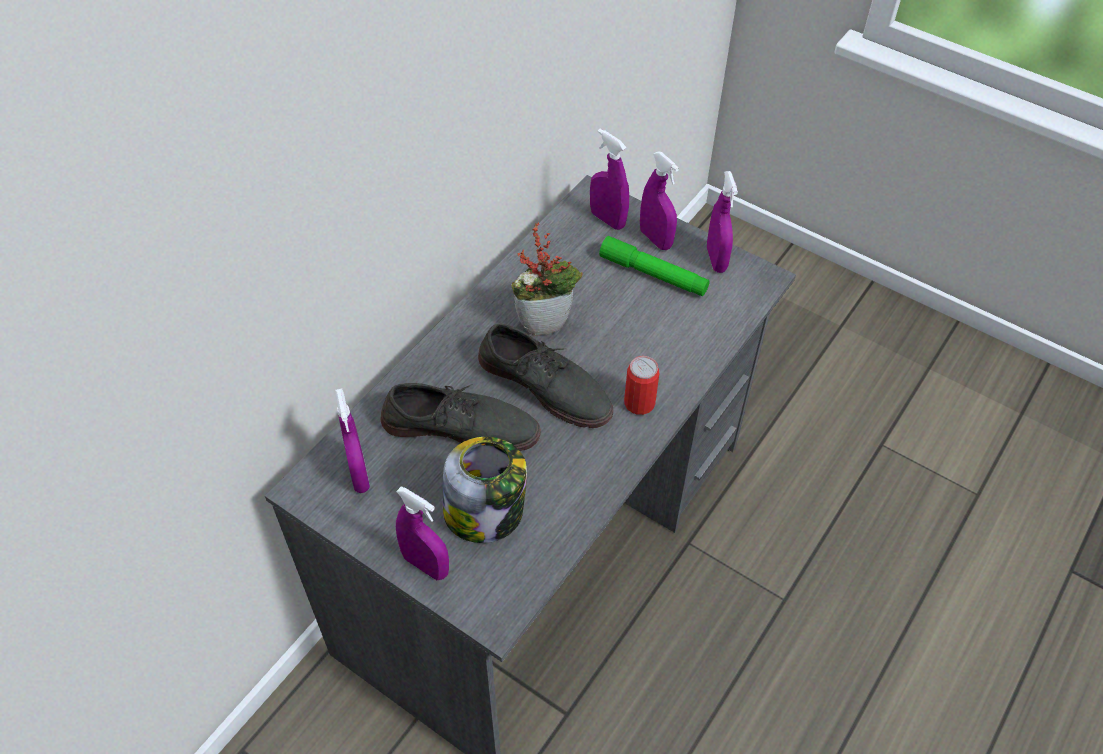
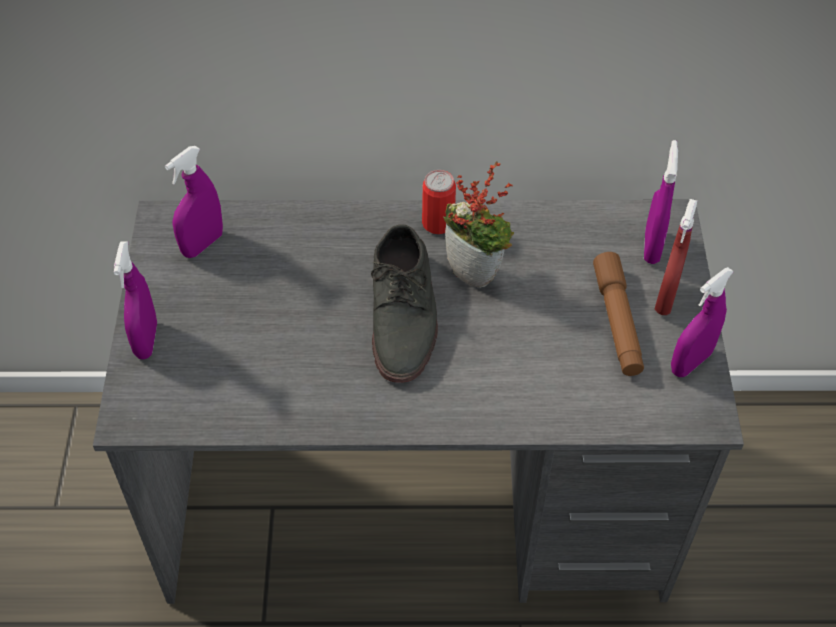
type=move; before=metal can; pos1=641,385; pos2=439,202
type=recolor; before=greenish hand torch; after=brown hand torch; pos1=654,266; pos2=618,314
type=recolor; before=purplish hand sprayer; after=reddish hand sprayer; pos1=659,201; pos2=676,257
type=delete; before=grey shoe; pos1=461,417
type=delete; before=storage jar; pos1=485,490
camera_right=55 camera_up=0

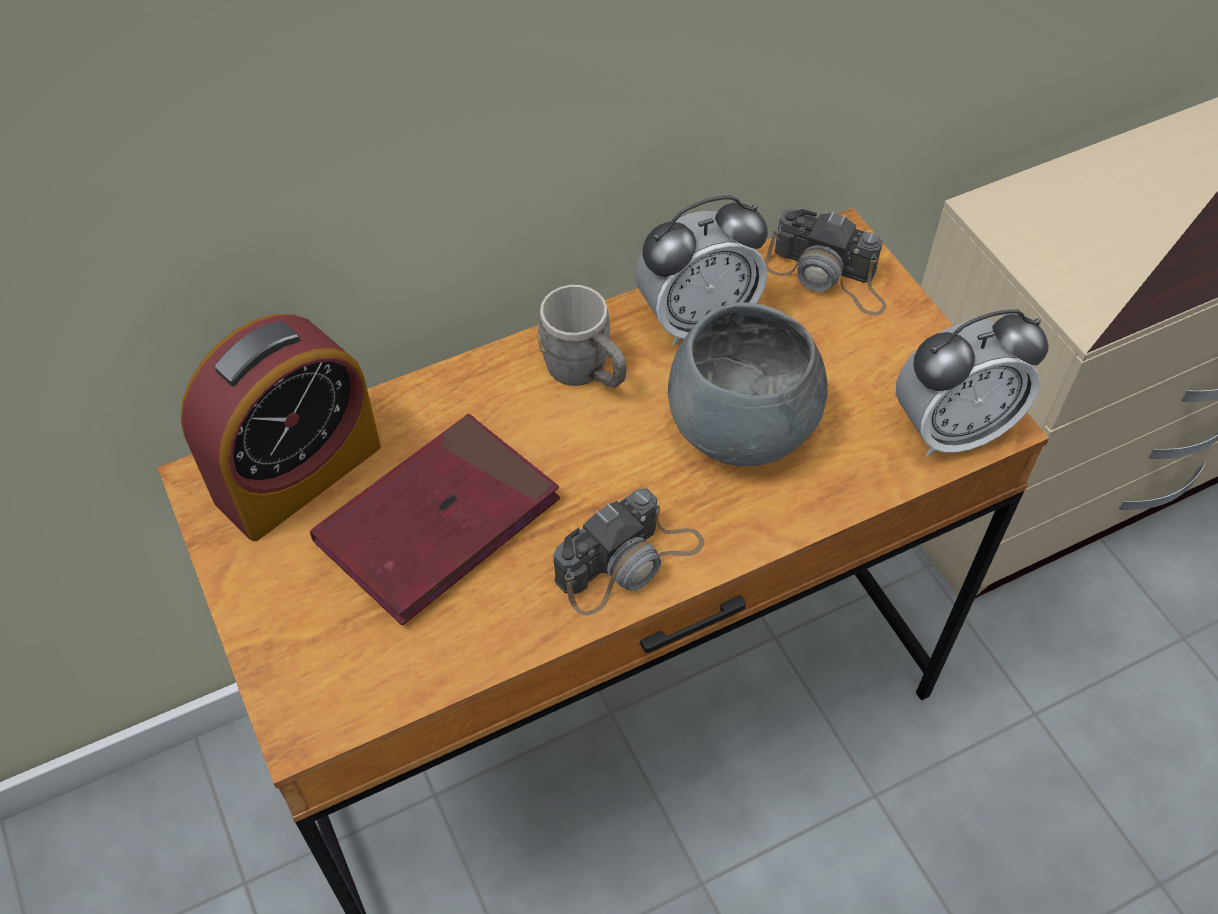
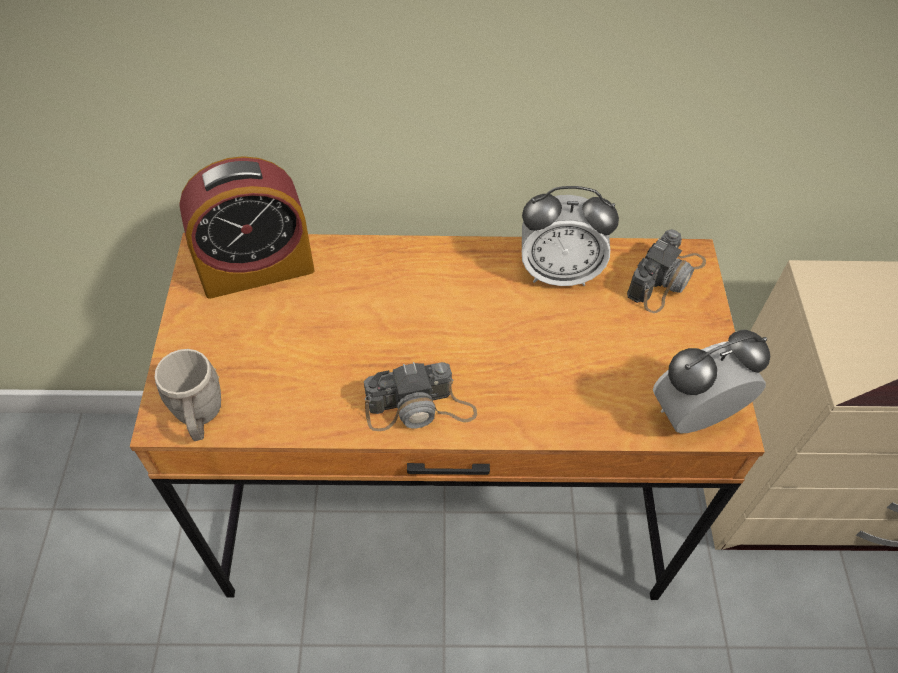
type=move; before=grey tea mug; pos1=581,336; pos2=188,395
type=rotate; before=still camera; pos1=826,262; pos2=666,271; turn=-105
type=rotate; before=bedside clock; pos1=972,382; pos2=711,381; turn=150
type=delete; before=reddish volume; pos1=435,519
type=delete; before=grey bowl; pos1=748,384
camera_right=25 camera_up=0

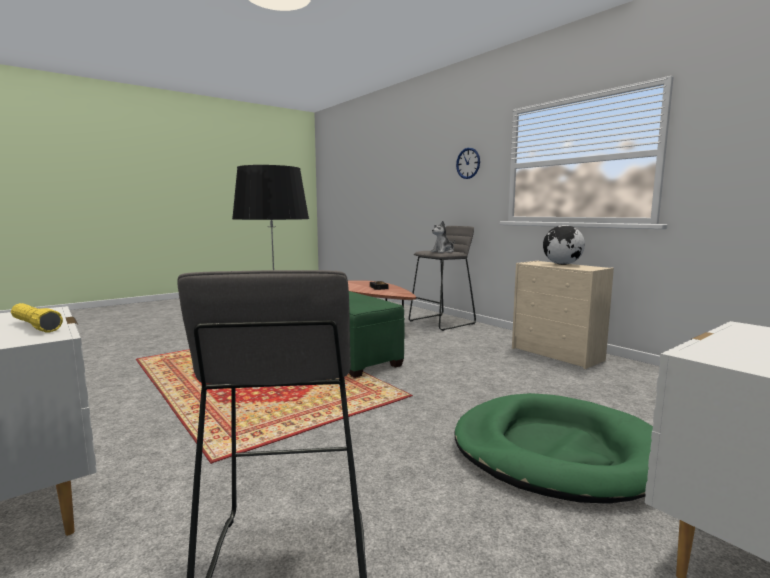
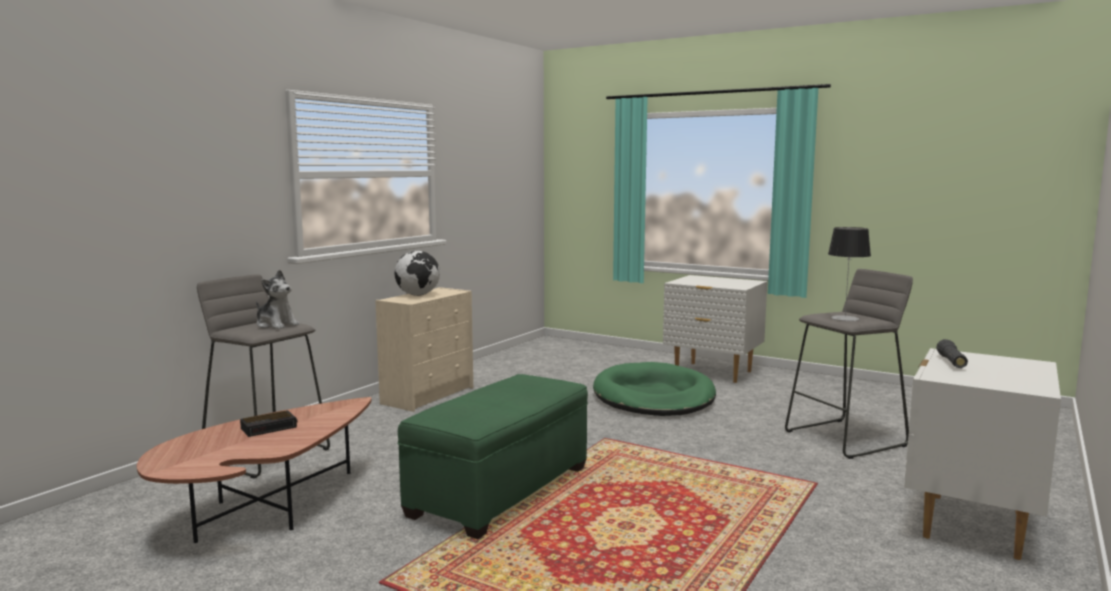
type=recolor; before=yellowish hand torch; after=black-coloured hand torch; pos1=37,318; pos2=952,353
type=delete; before=wall clock; pos1=468,163
camera_right=-110 camera_up=0

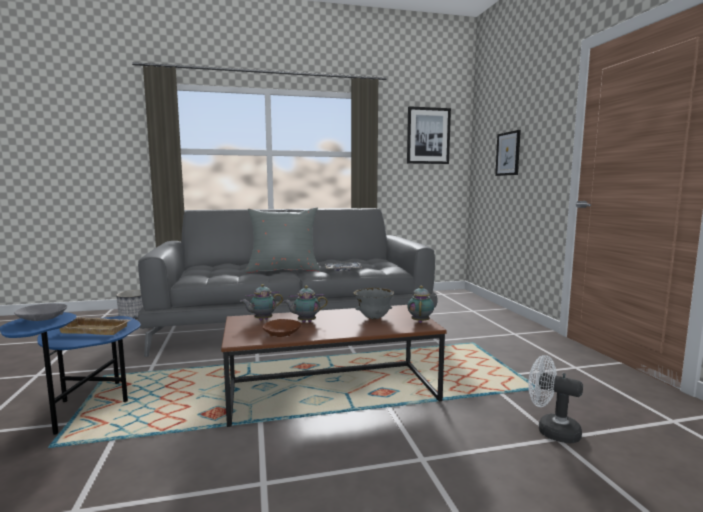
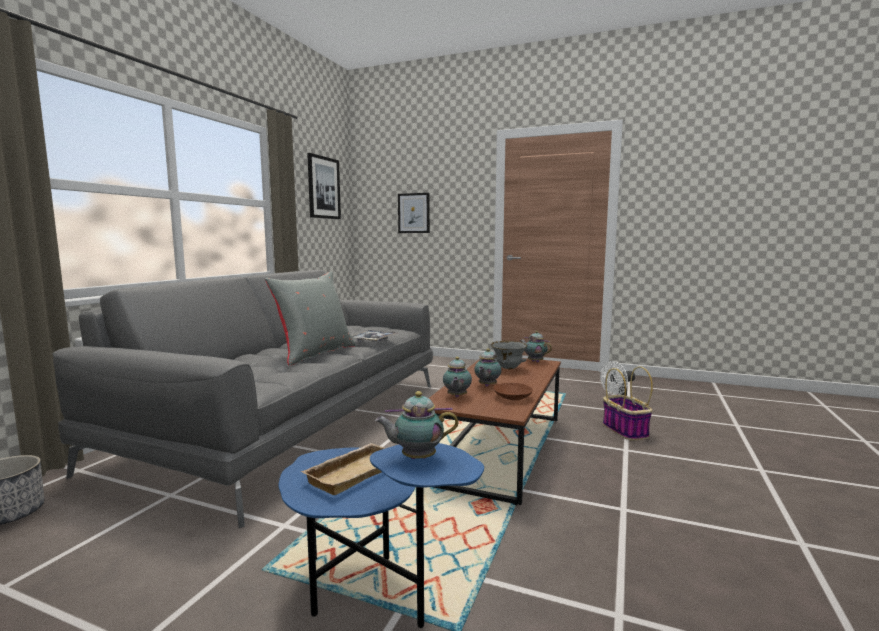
type=replace; before=grey bowl; after=tea pot; pos1=40,312; pos2=416,425
type=insert; after=storage basket; pos2=628,403
camera_right=-55 camera_up=0

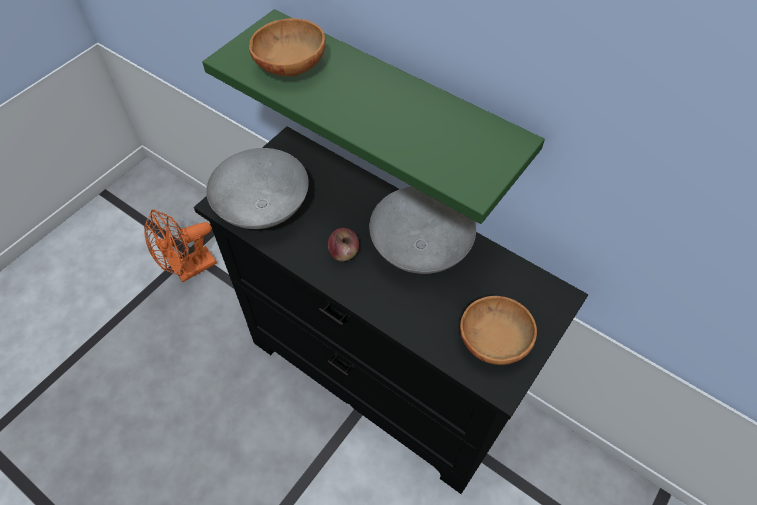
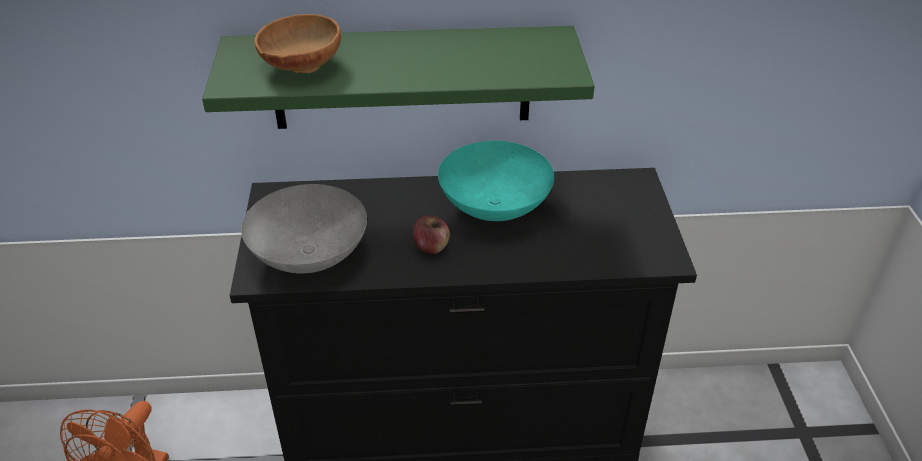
type=recolor; before=grey bowl; after=turquoise-coloured bowl; pos1=422,230; pos2=496,181
type=delete; before=brown bowl; pos1=498,330
camera_right=-40 camera_up=-15

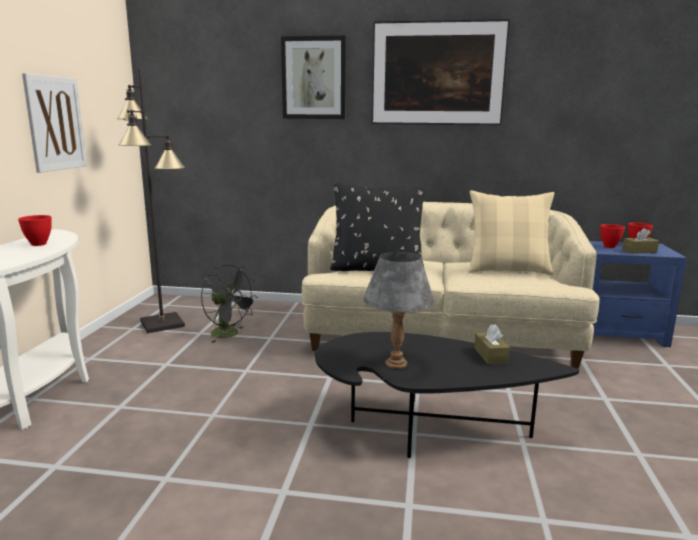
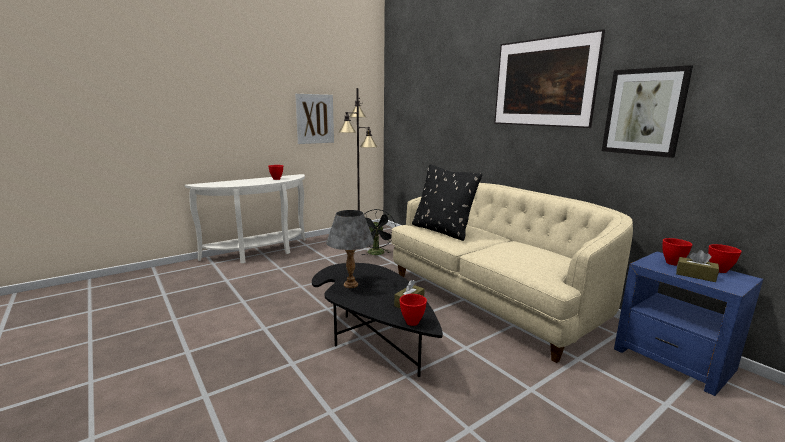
type=insert; after=reddish bowl; pos2=413,310
type=move; before=wall art; pos1=313,77; pos2=647,111
type=delete; before=beige throw pillow; pos1=511,233
camera_right=45 camera_up=0

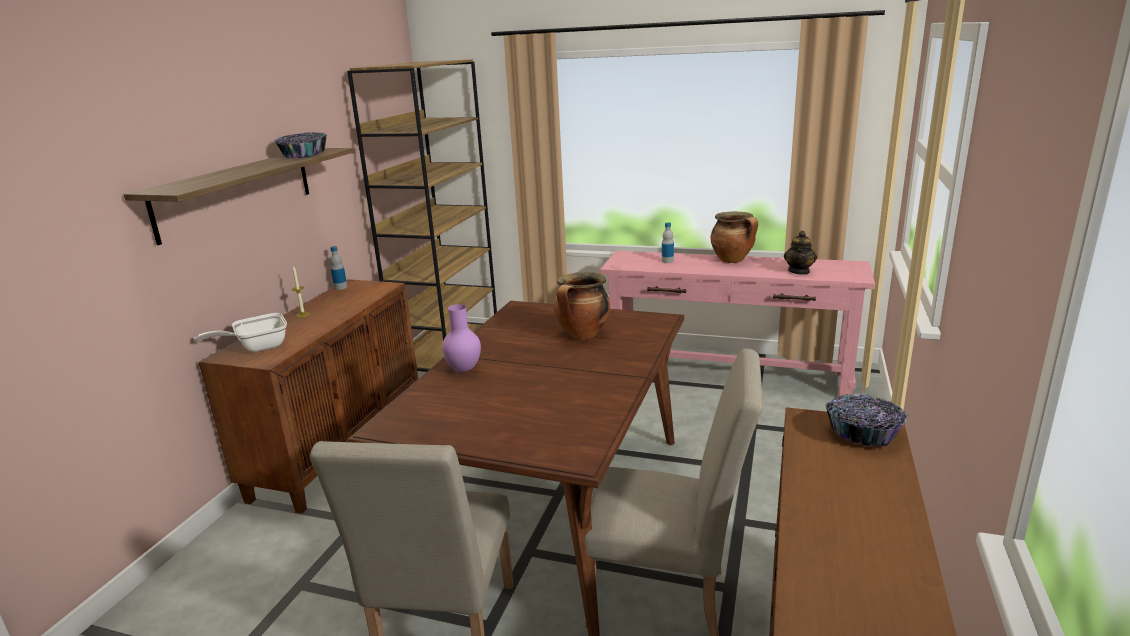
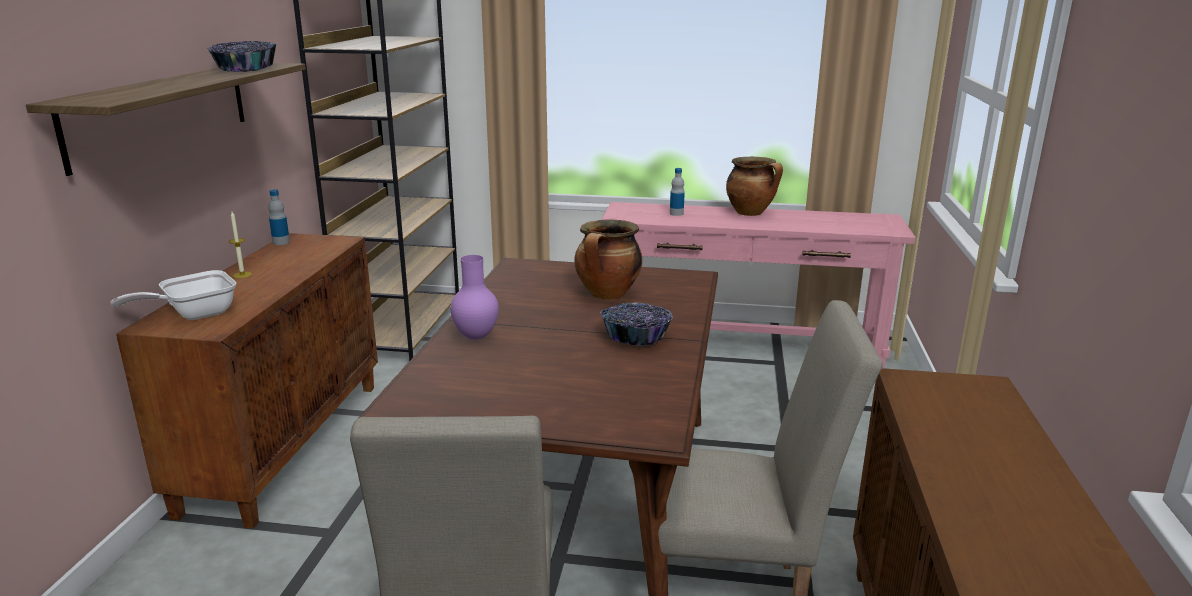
type=move; before=bowl; pos1=866,420; pos2=636,324
type=delete; before=tea pot; pos1=800,253
camera_right=-10 camera_up=0

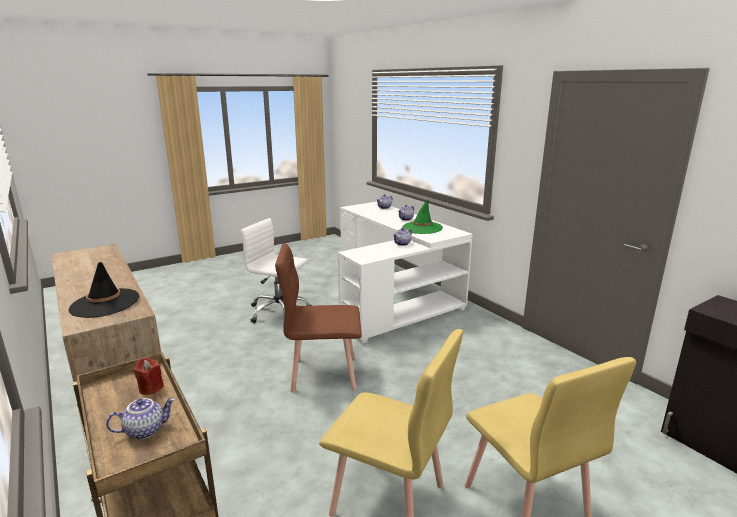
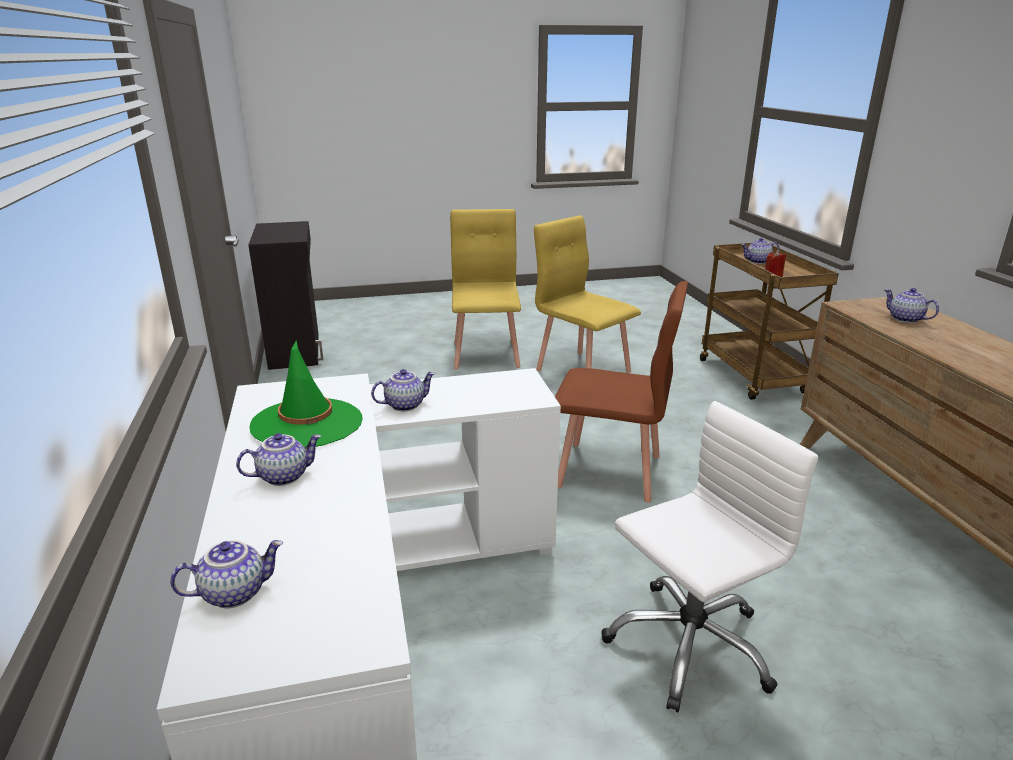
type=rotate; before=white-coloured computer chair; pos1=276,270; pos2=709,556; turn=-75
type=replace; before=black-coloured clothing hat; after=tea pot; pos1=104,290; pos2=911,305
camera_right=-160 camera_up=5

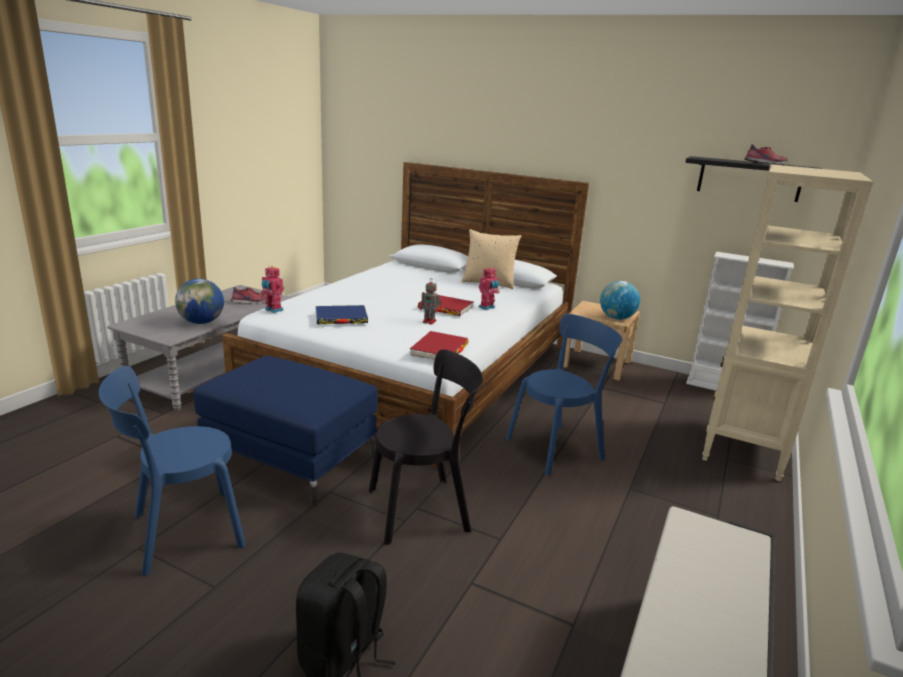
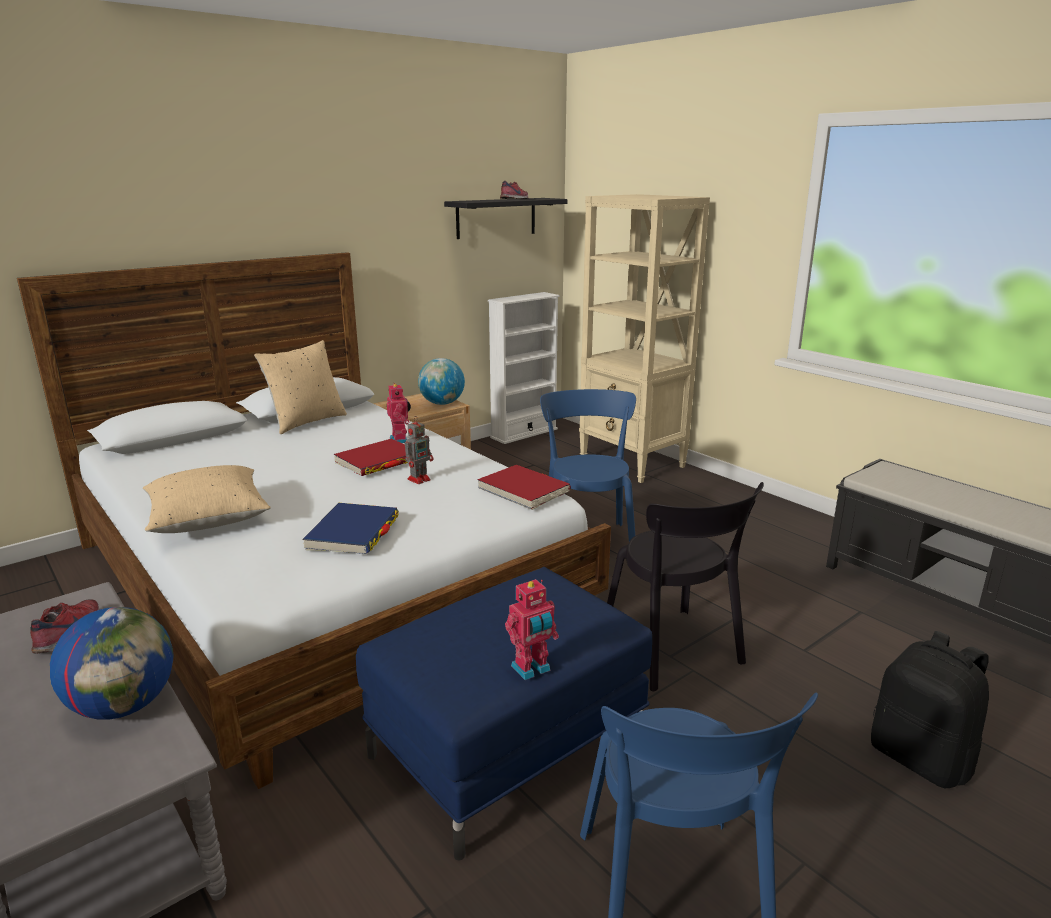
type=insert; after=beige throw pillow; pos2=207,499
type=move; before=robot figure; pos1=272,289; pos2=532,629
type=rotate; before=black-coloured upright chair; pos1=426,447; pos2=685,586; turn=150
camera_right=-65 camera_up=0

